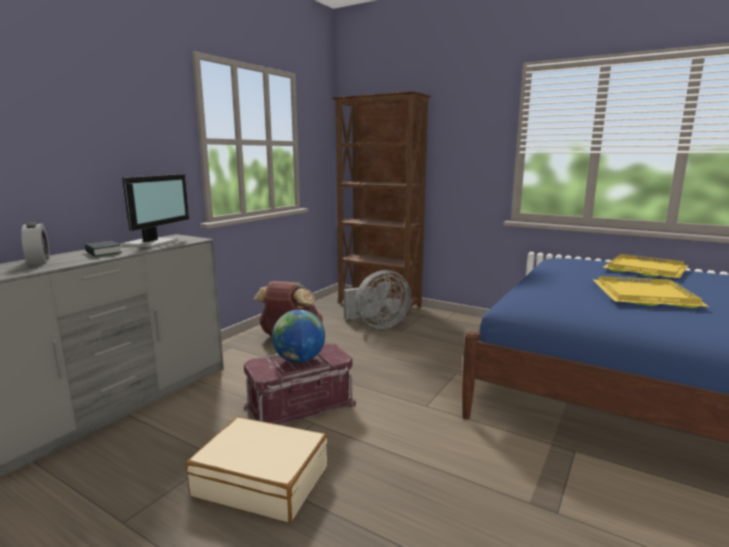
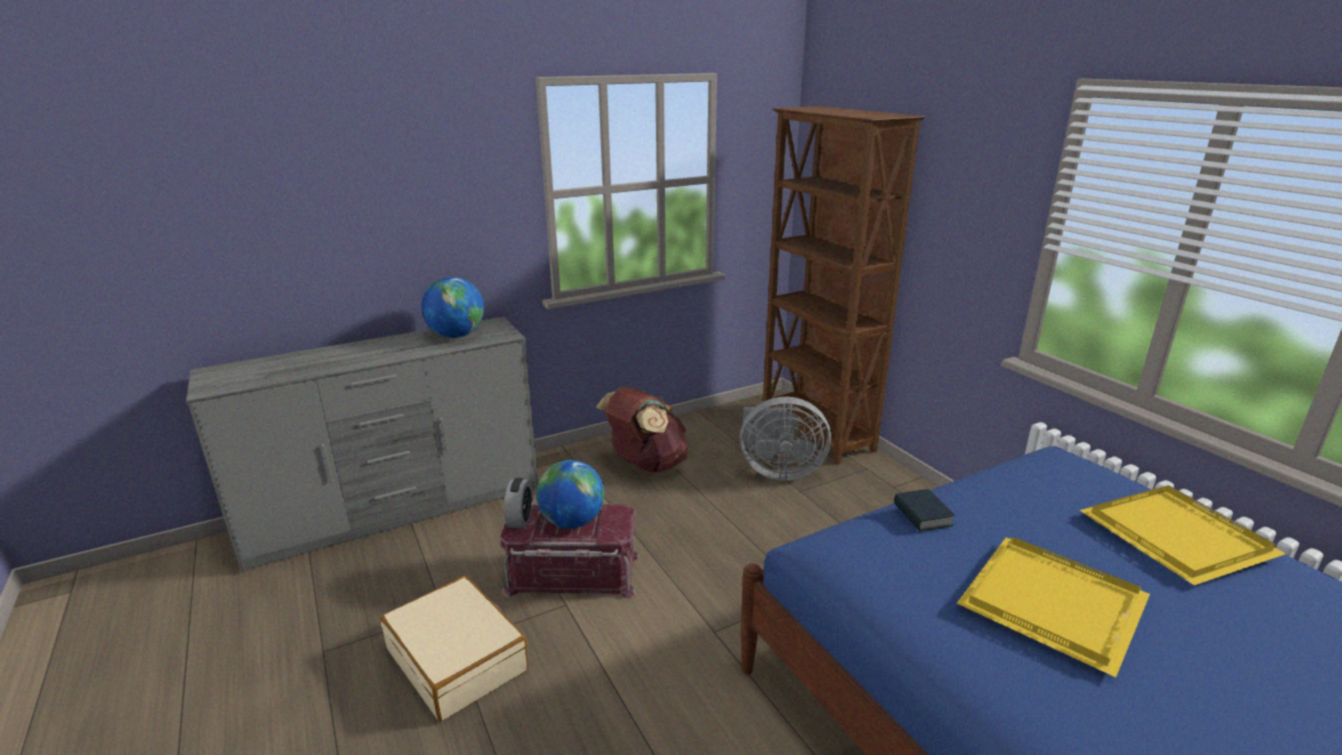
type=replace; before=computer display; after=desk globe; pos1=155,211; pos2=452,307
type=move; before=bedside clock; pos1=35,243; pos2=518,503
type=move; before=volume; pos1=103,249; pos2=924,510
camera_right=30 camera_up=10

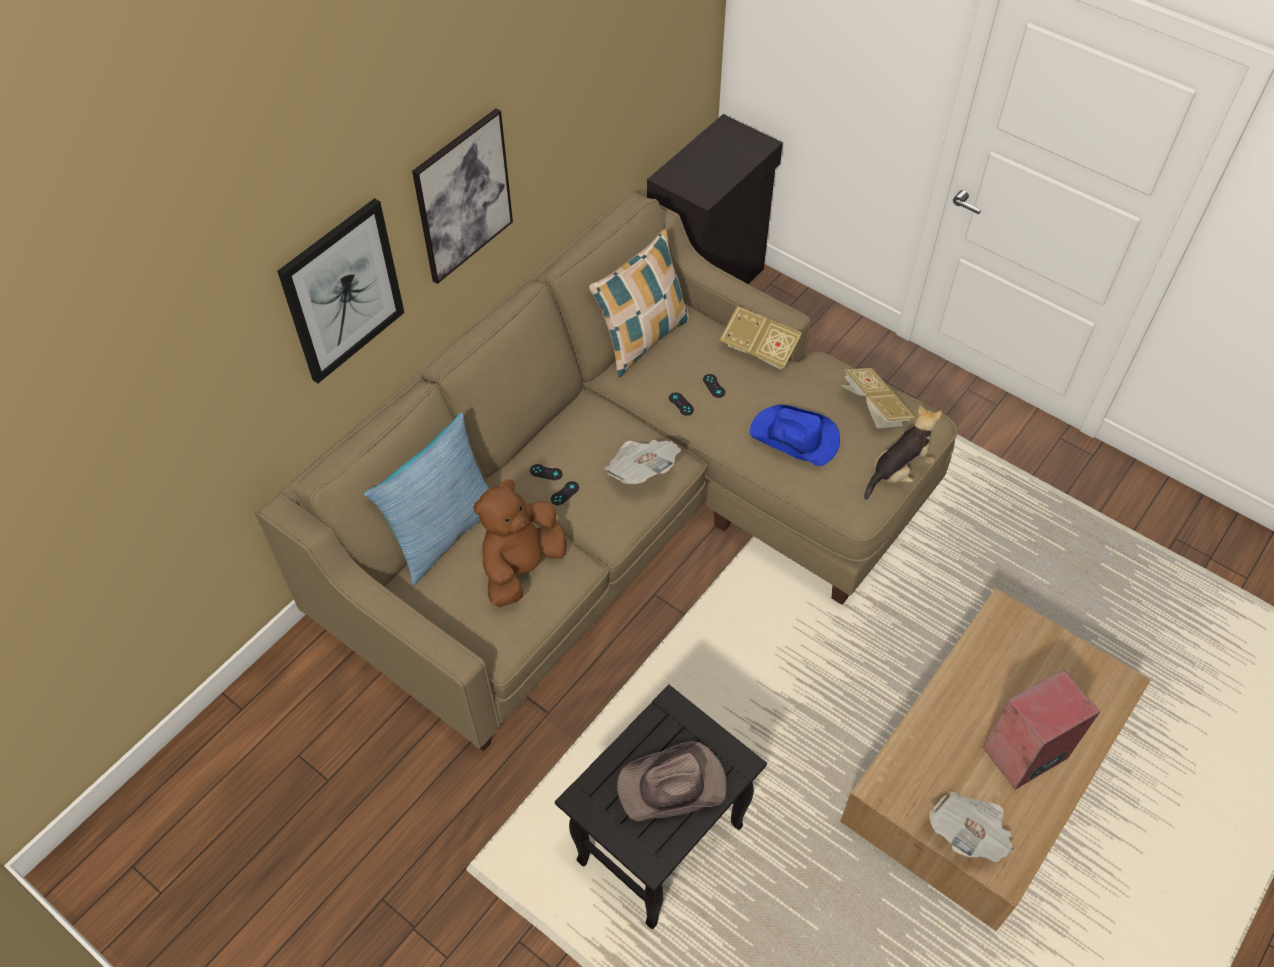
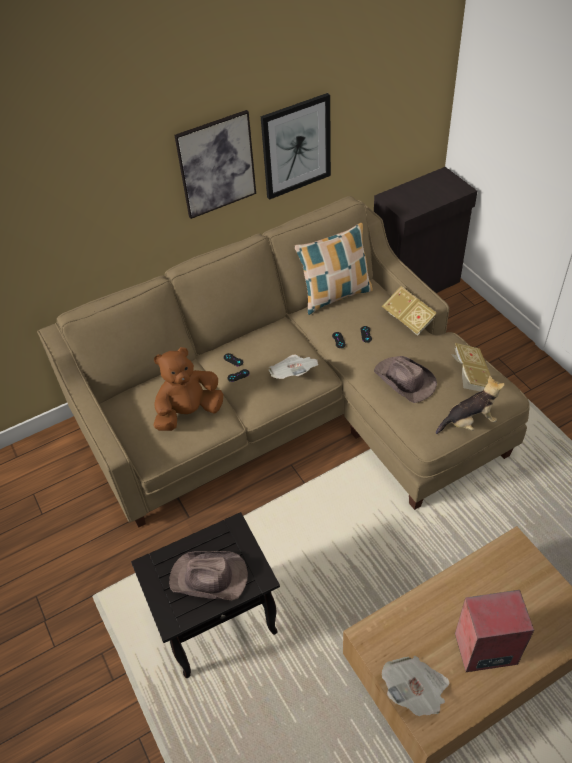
type=move; before=wall art; pos1=341,290; pos2=296,146
type=recolor; before=blue-coloured clothing hat; after=brown clothing hat; pos1=795,435; pos2=405,379
type=delete; before=throw pillow; pos1=426,499
camera_right=25 camera_up=-5

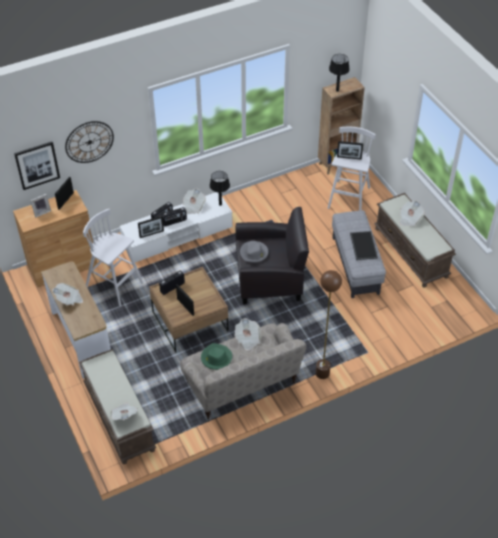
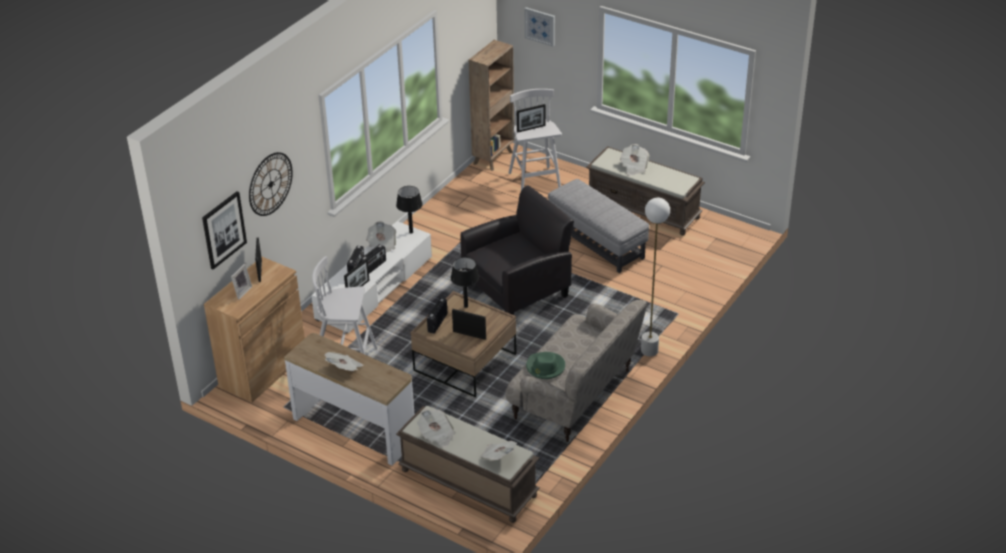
type=move; before=printed paper; pos1=247,334; pos2=436,428
type=move; before=black-coloured lamp for a table; pos1=339,73; pos2=465,282
type=insert; after=wall art; pos2=540,27
type=recolor; before=brown standard lamp; after=white-coloured standard lamp; pos1=329,324; pos2=655,277
type=delete; before=grey clothing hat; pos1=254,252
type=delete; before=serving tray; pos1=364,245
camera_right=-30 camera_up=-10

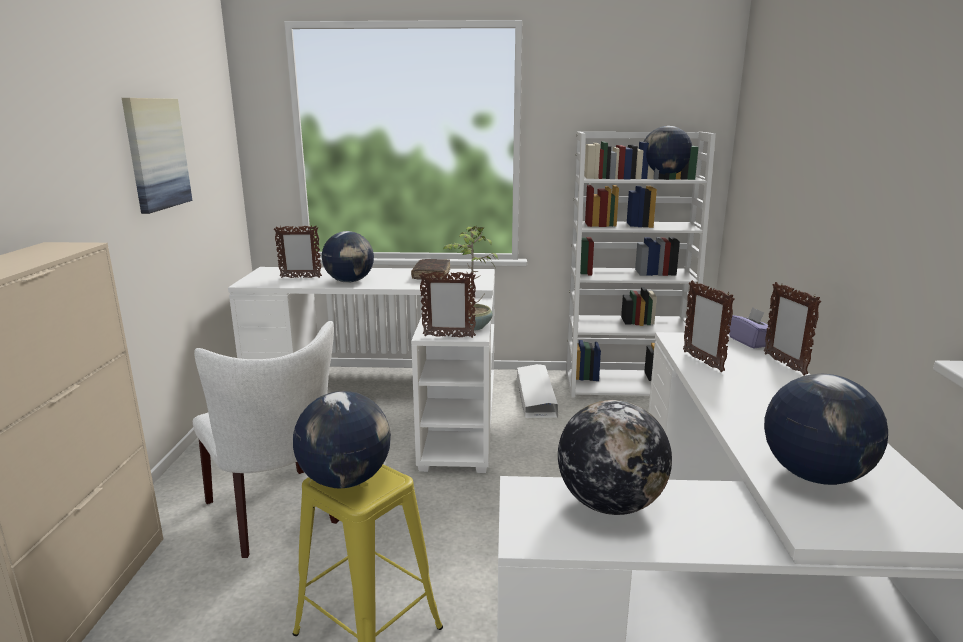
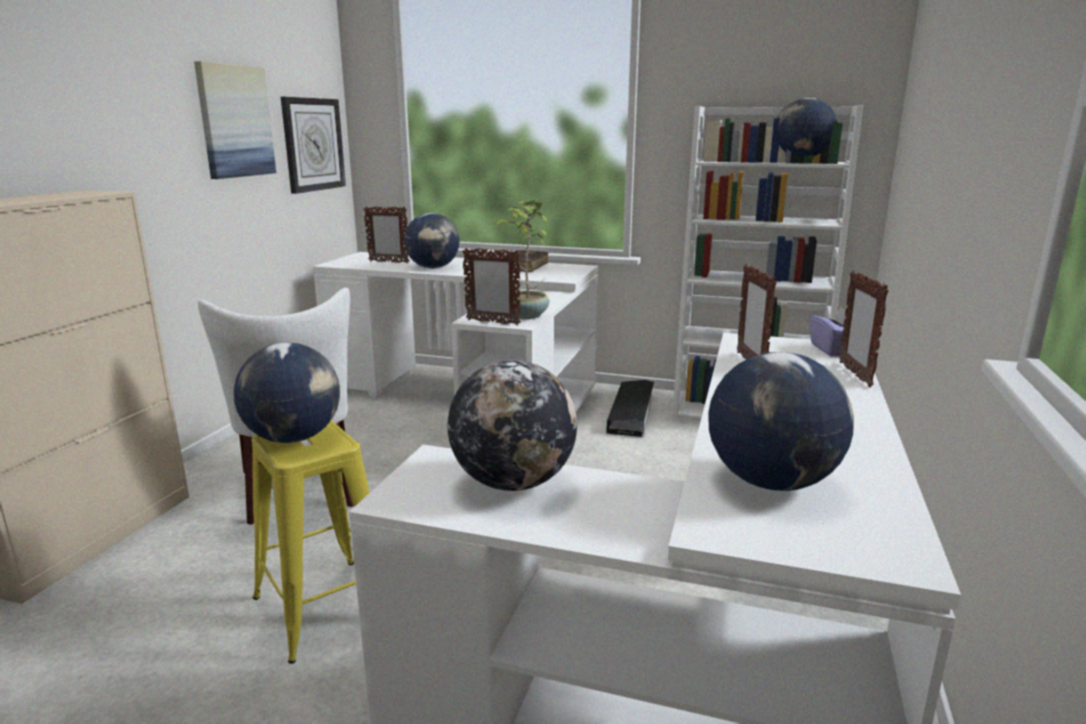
type=insert; after=wall clock; pos2=313,145
type=recolor; before=white-coloured storage container; after=black-coloured storage container; pos1=537,391; pos2=630,408
camera_right=15 camera_up=0

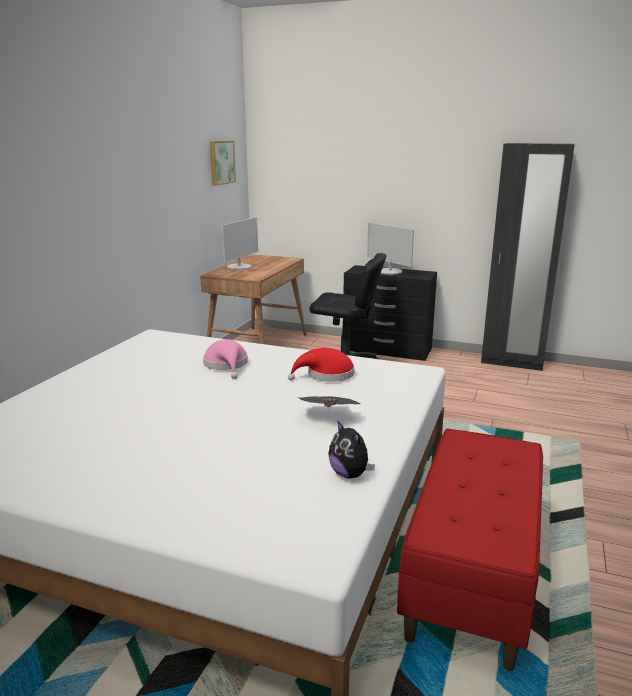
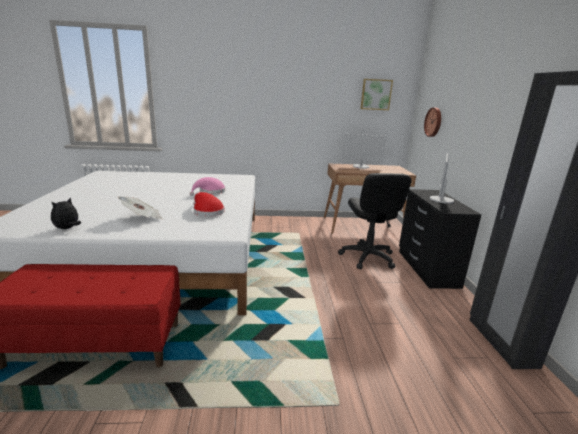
type=insert; after=wall clock; pos2=432,122
camera_right=65 camera_up=0

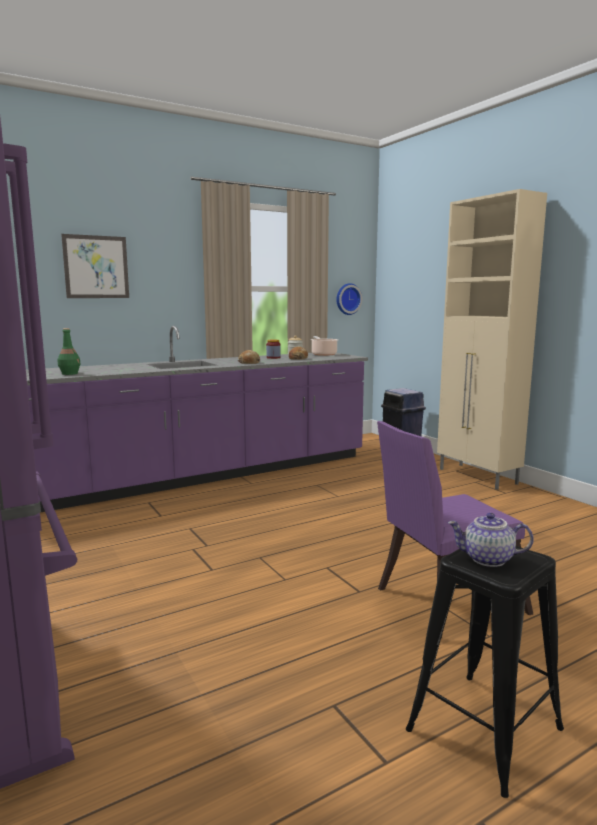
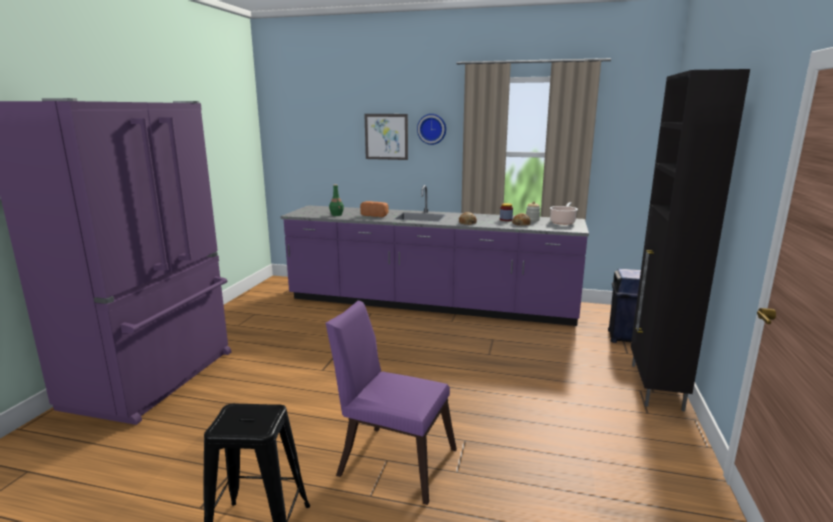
type=insert; after=bakery bread; pos2=374,209
type=move; before=wall clock; pos1=349,299; pos2=431,129
type=recolor; before=beige cupboard; after=black-coloured cupboard; pos1=492,339; pos2=690,240
type=delete; before=tea pot; pos1=490,540
camera_right=45 camera_up=5

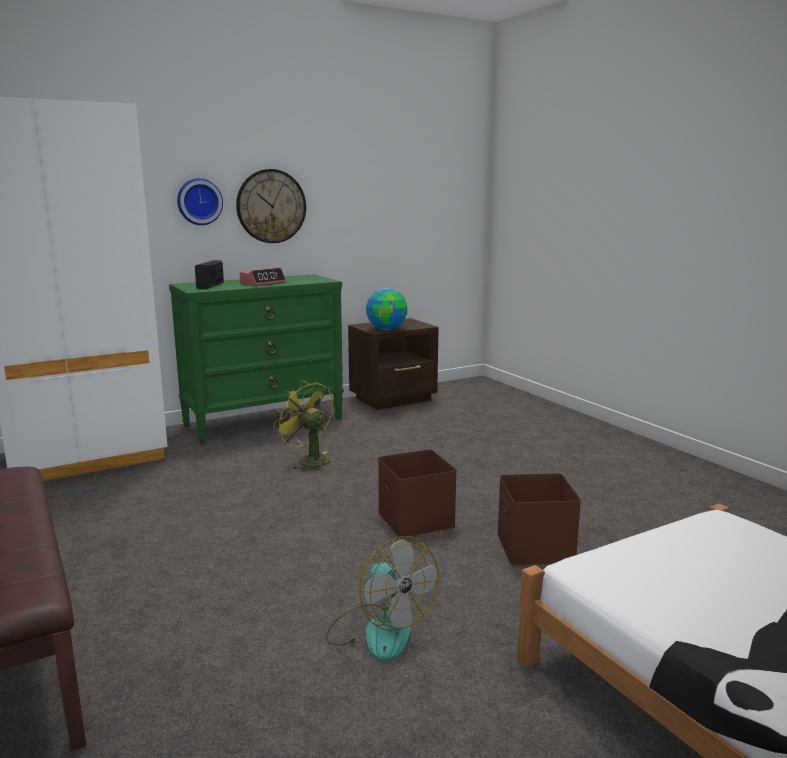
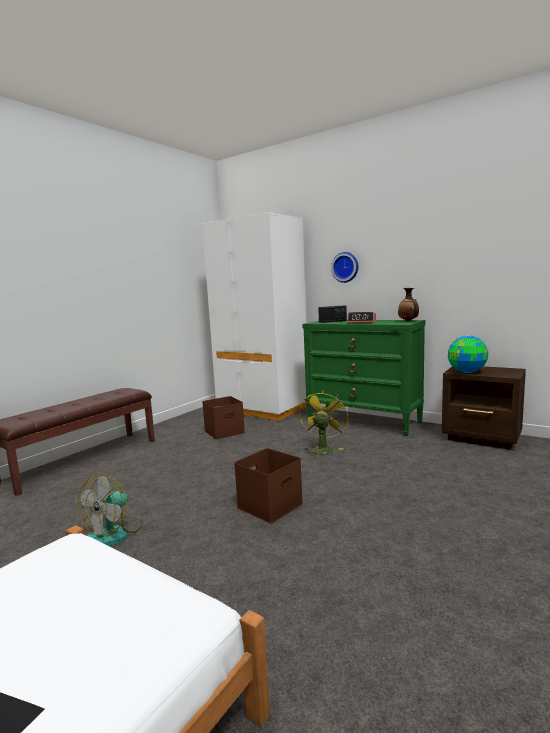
type=move; before=brown storage container; pos1=539,519; pos2=223,418
type=insert; after=flower vase; pos2=408,304
type=delete; before=wall clock; pos1=271,206
camera_right=65 camera_up=-5

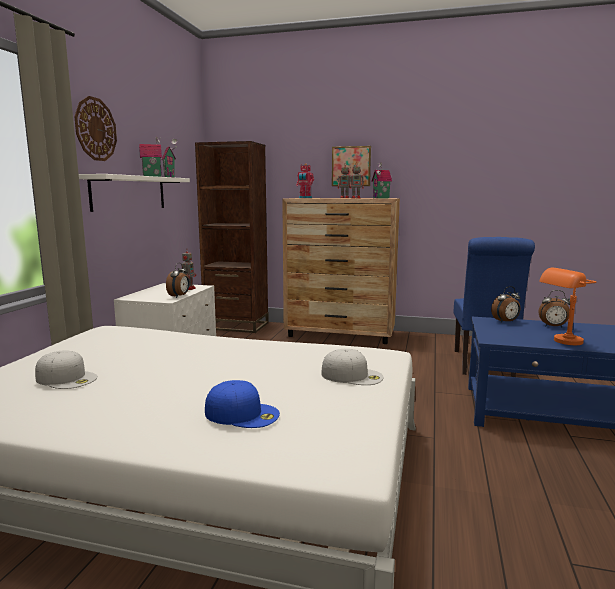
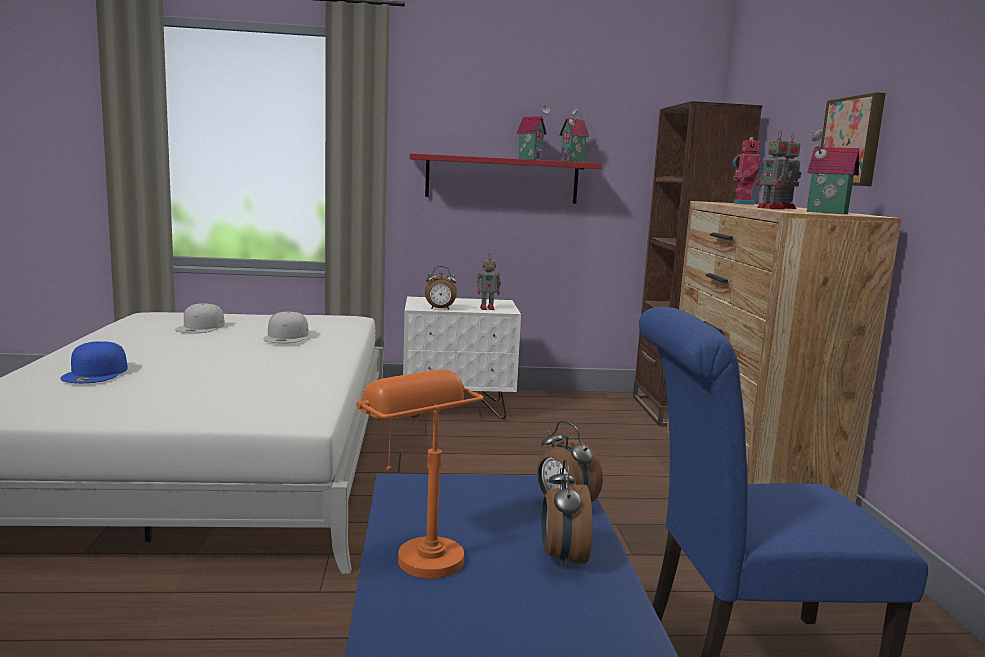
type=move; before=white-coloured baseball cap; pos1=352,367; pos2=286,327
type=recolor; before=white-coloured shelf; after=reddish shelf; pos1=134,193; pos2=506,178
type=delete; before=wall clock; pos1=95,128
camera_right=70 camera_up=0

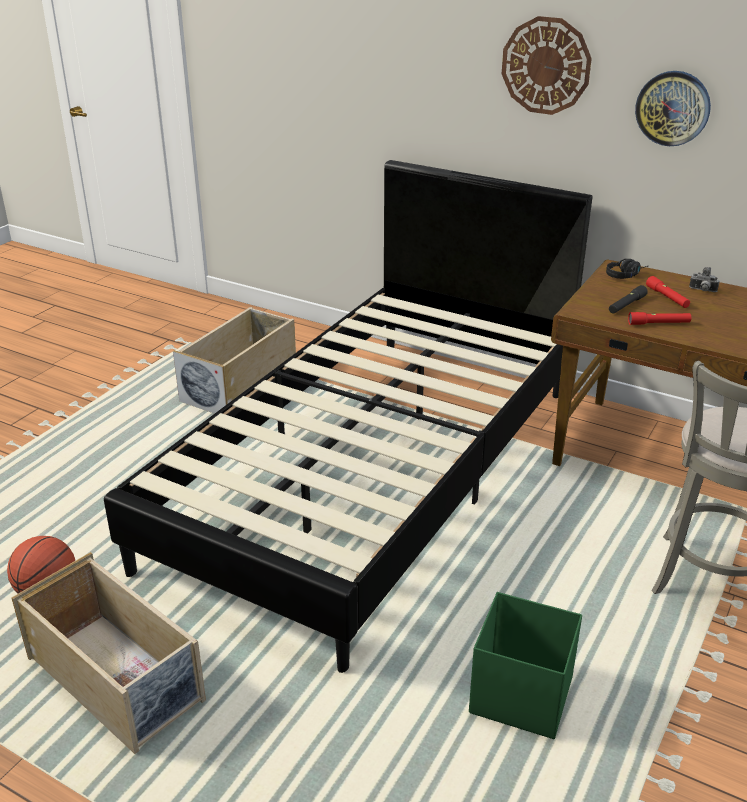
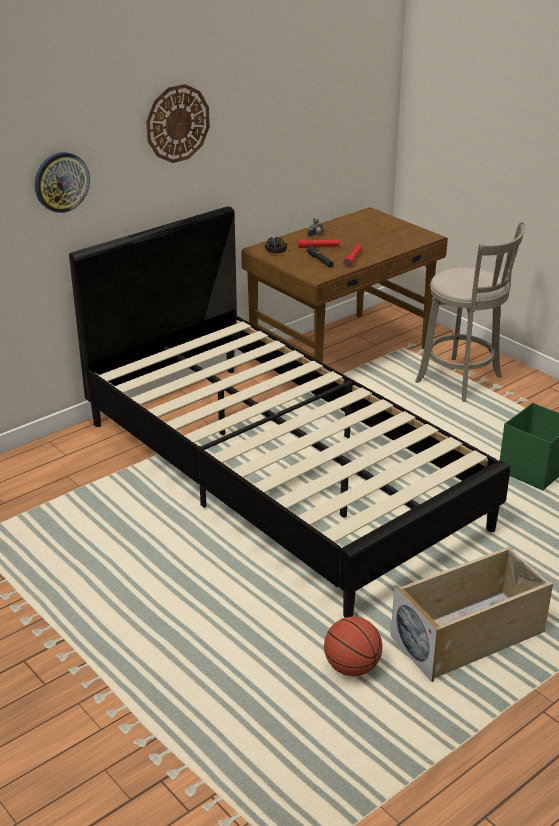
type=move; before=wall clock; pos1=673,108; pos2=62,182
type=delete; before=beige storage container; pos1=234,360
camera_right=-70 camera_up=0

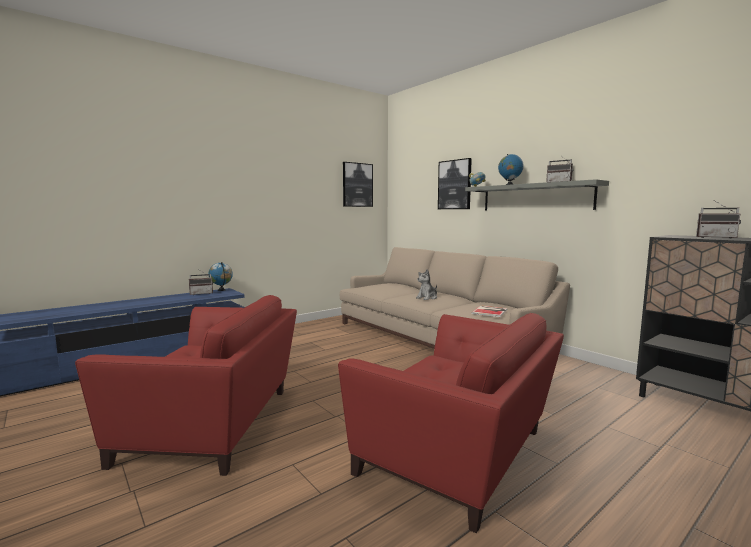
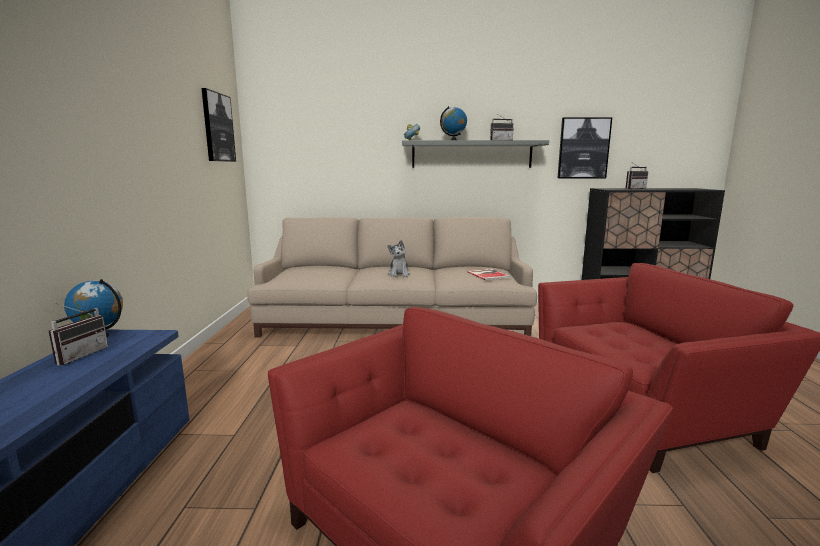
type=move; before=wall art; pos1=455,183; pos2=585,147
camera_right=-50 camera_up=5

